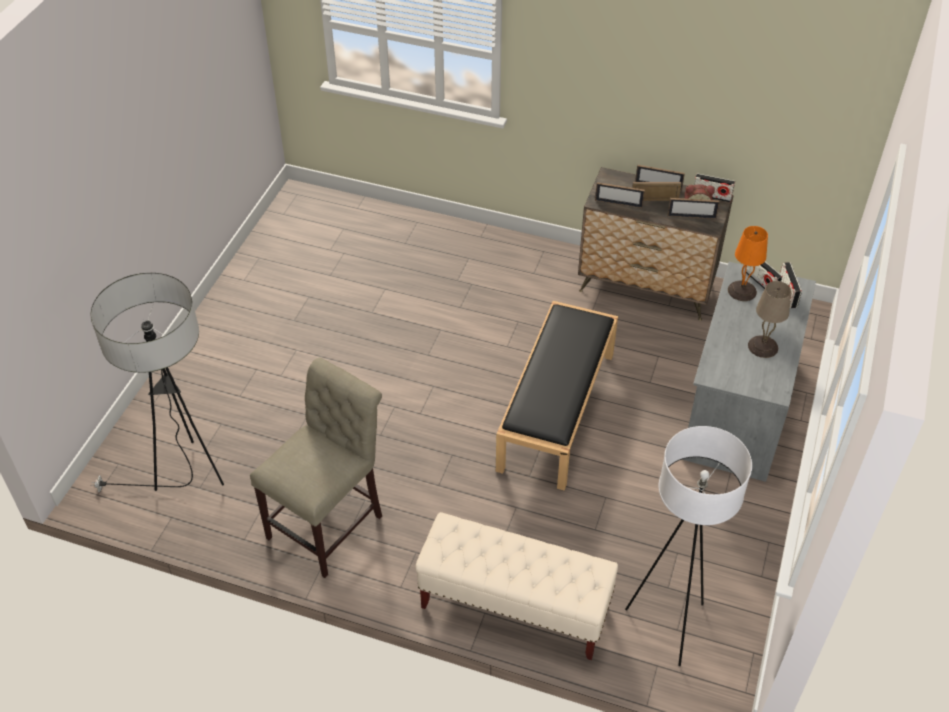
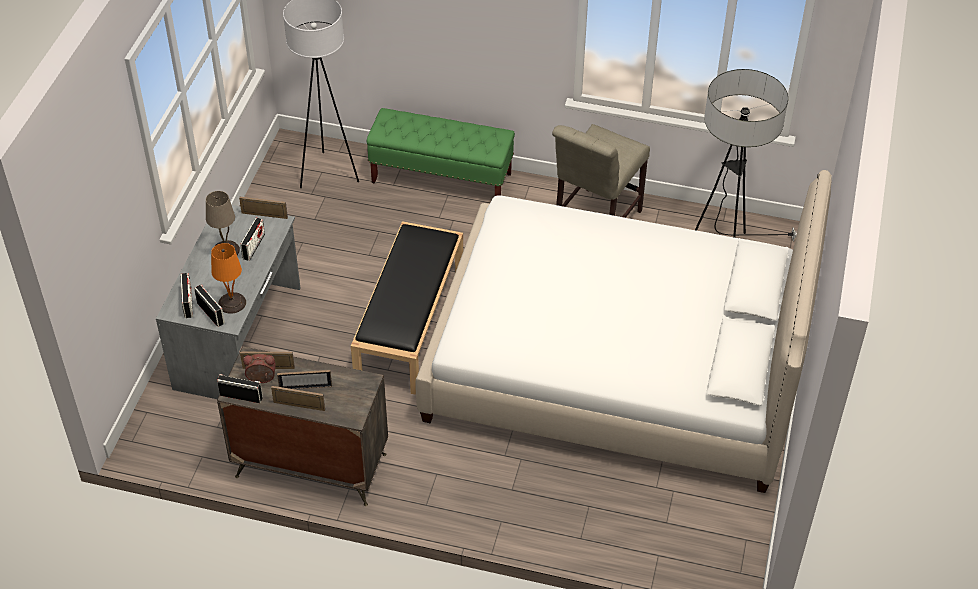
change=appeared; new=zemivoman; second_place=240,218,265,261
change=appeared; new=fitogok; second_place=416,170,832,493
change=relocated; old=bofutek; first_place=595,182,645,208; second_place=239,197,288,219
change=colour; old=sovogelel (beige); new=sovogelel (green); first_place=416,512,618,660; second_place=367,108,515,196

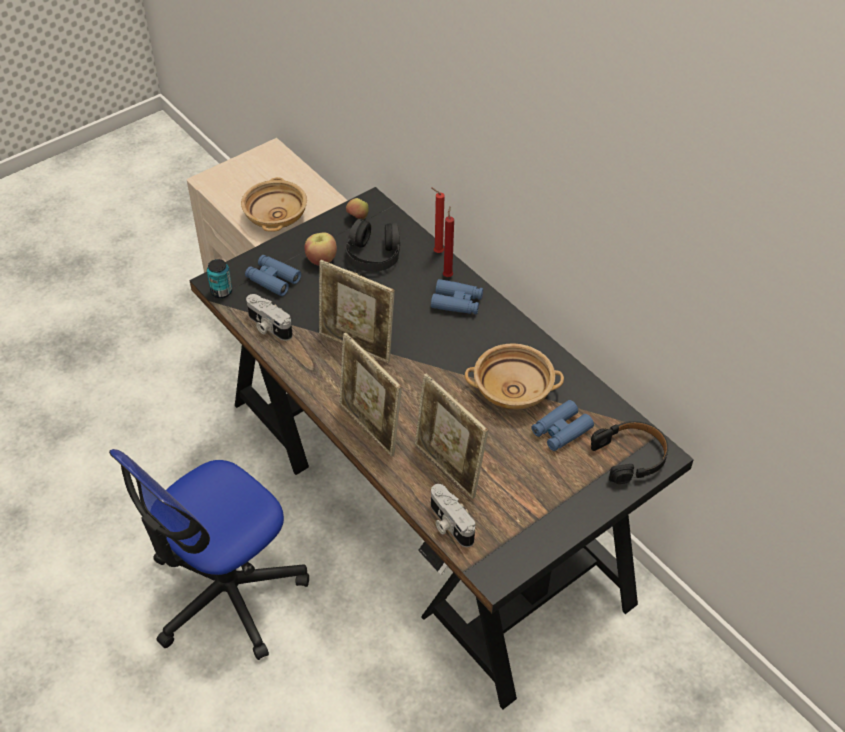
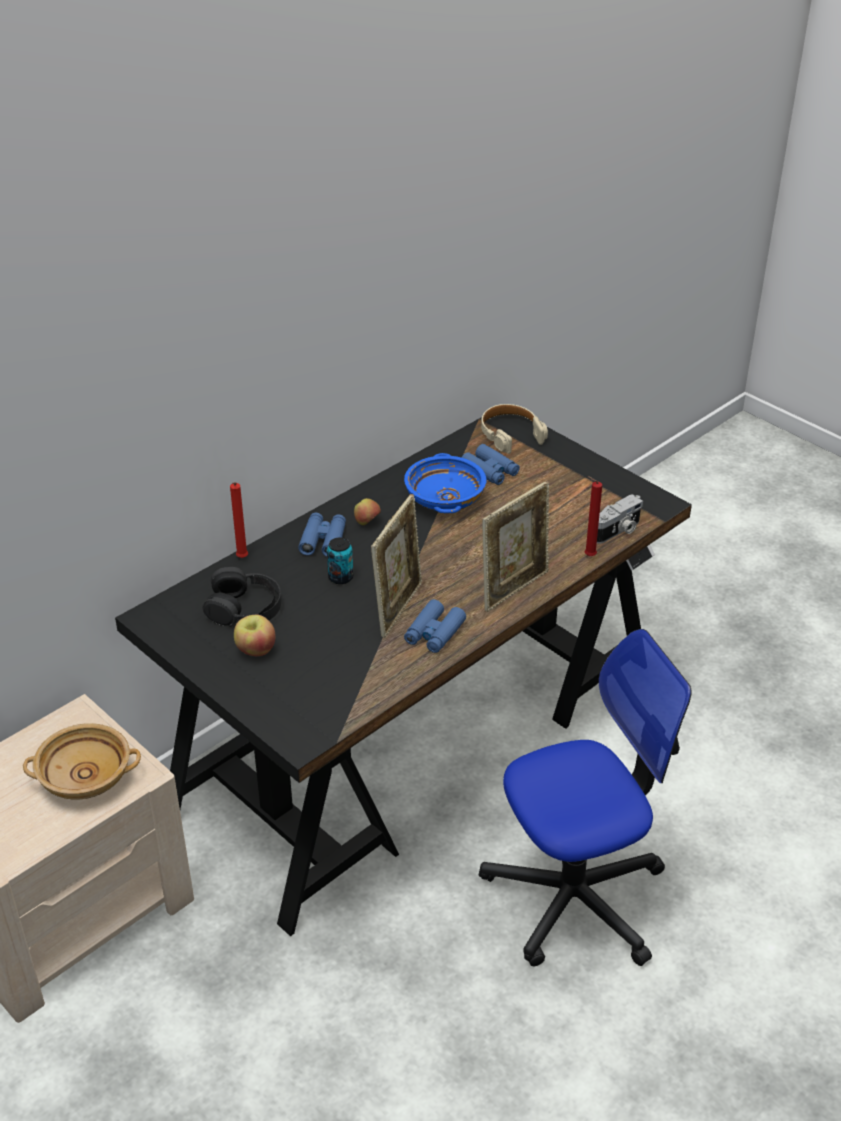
change=missing; old=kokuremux; first_place=246,294,293,341
change=missing; old=bofutek; first_place=415,373,488,499
change=relocated; old=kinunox; first_place=207,259,232,298; second_place=327,537,353,584
change=relocated; old=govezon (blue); first_place=245,255,301,296; second_place=404,599,466,653
change=relocated; old=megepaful; first_place=346,198,369,220; second_place=354,498,381,525
change=relocated; old=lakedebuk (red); first_place=443,207,454,277; second_place=585,476,602,556
change=colour; old=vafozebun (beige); new=vafozebun (blue); first_place=465,344,564,410; second_place=404,453,486,513
change=colour; old=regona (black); new=regona (beige); first_place=591,421,668,484; second_place=481,404,548,454
change=spun; old=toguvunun; first_place=109,449,309,660; second_place=479,629,692,967; degrees=-60

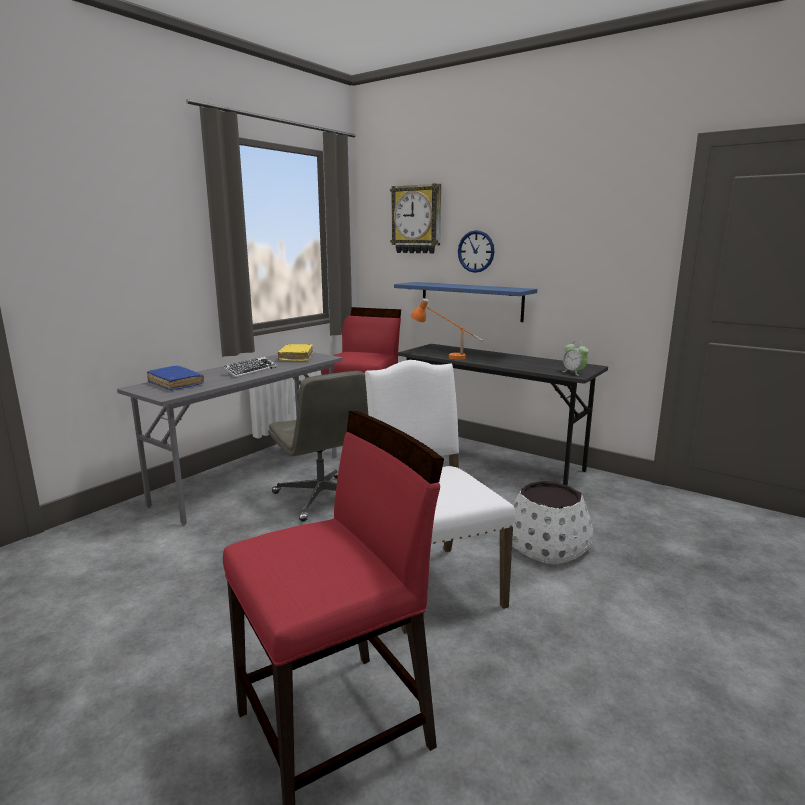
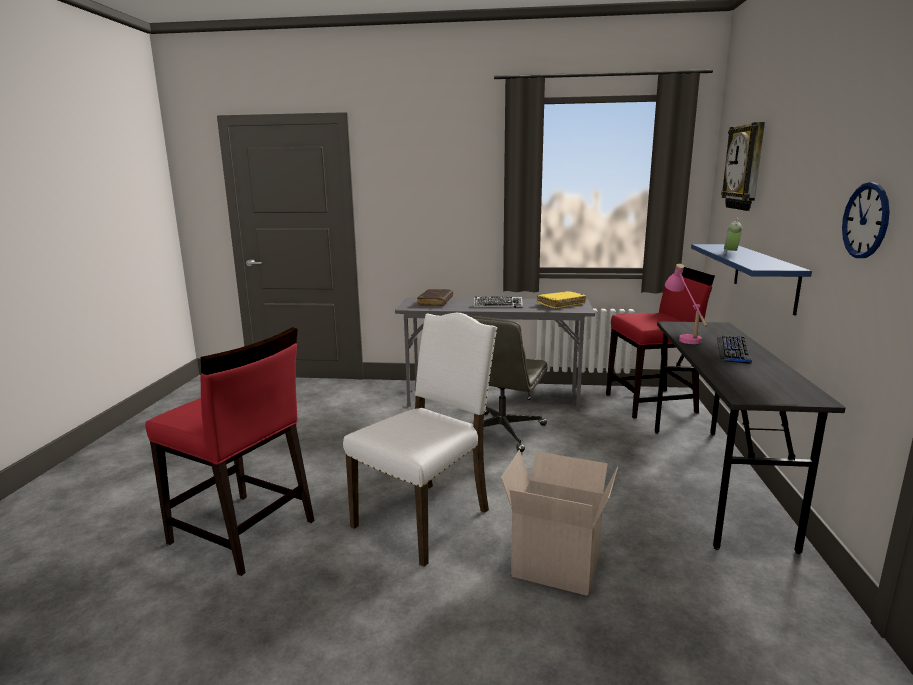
change=appeared; new=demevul; second_place=717,335,752,364
change=relocated; old=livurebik; first_place=458,230,494,273; second_place=842,182,890,258
change=relocated; old=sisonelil; first_place=562,341,589,376; second_place=723,218,742,254
change=exchanged; old=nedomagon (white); new=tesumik; first_place=512,481,594,564; second_place=501,450,618,596
change=colour; old=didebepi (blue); new=didebepi (brown); first_place=147,366,204,391; second_place=417,289,453,306
change=colour; old=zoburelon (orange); new=zoburelon (pink); first_place=410,298,483,360; second_place=665,264,708,344

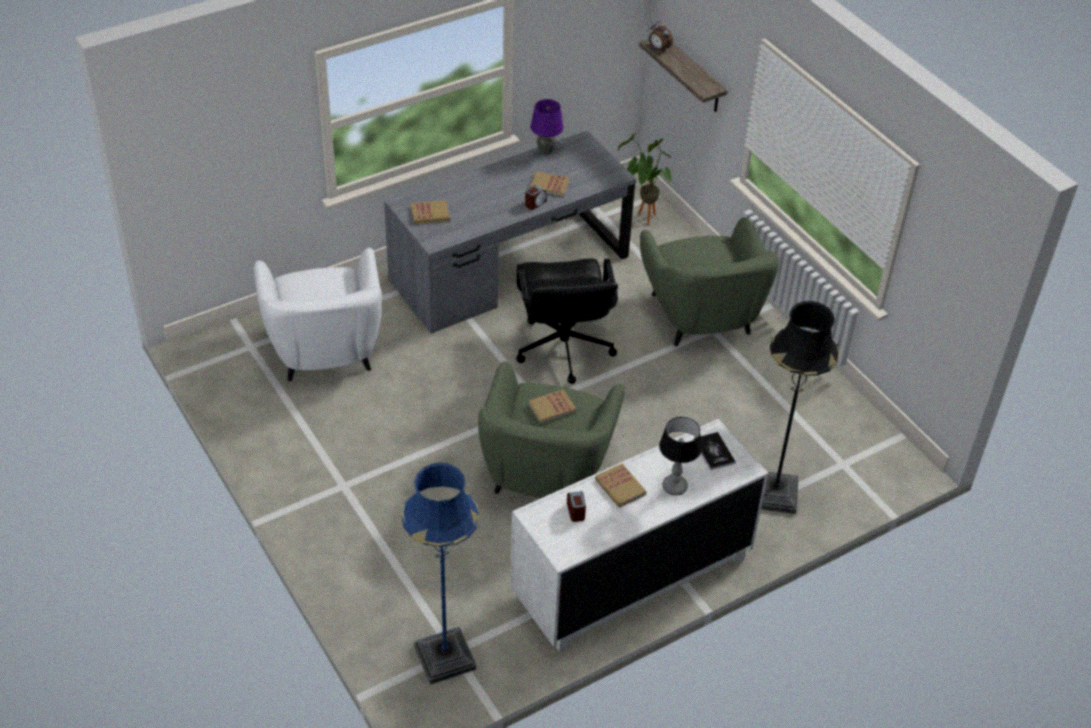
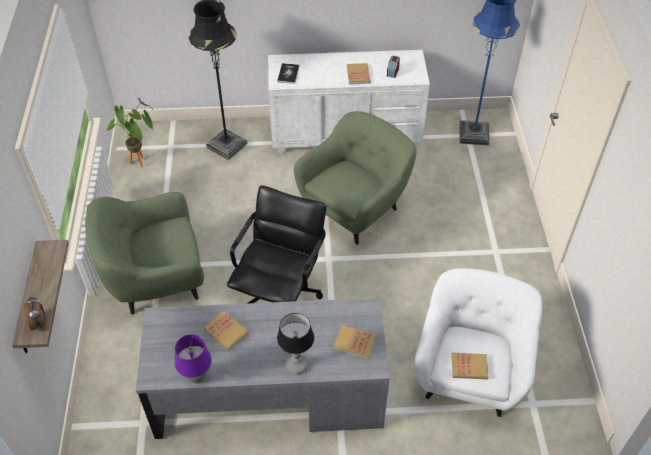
change=missing; old=sisonelil; first_place=525,185,547,210
change=relocated; old=didebepi; first_place=528,389,576,424; second_place=451,353,489,379
change=relocated; old=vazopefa; first_place=618,131,672,225; second_place=107,97,153,167
change=relocated; old=zoburelon; first_place=659,417,702,496; second_place=277,313,314,374
change=spun; old=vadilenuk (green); first_place=640,217,779,346; second_place=85,192,204,315; degrees=-120

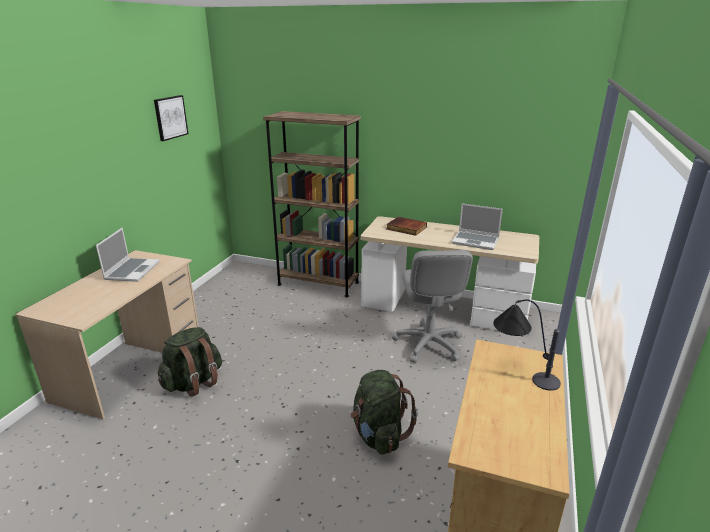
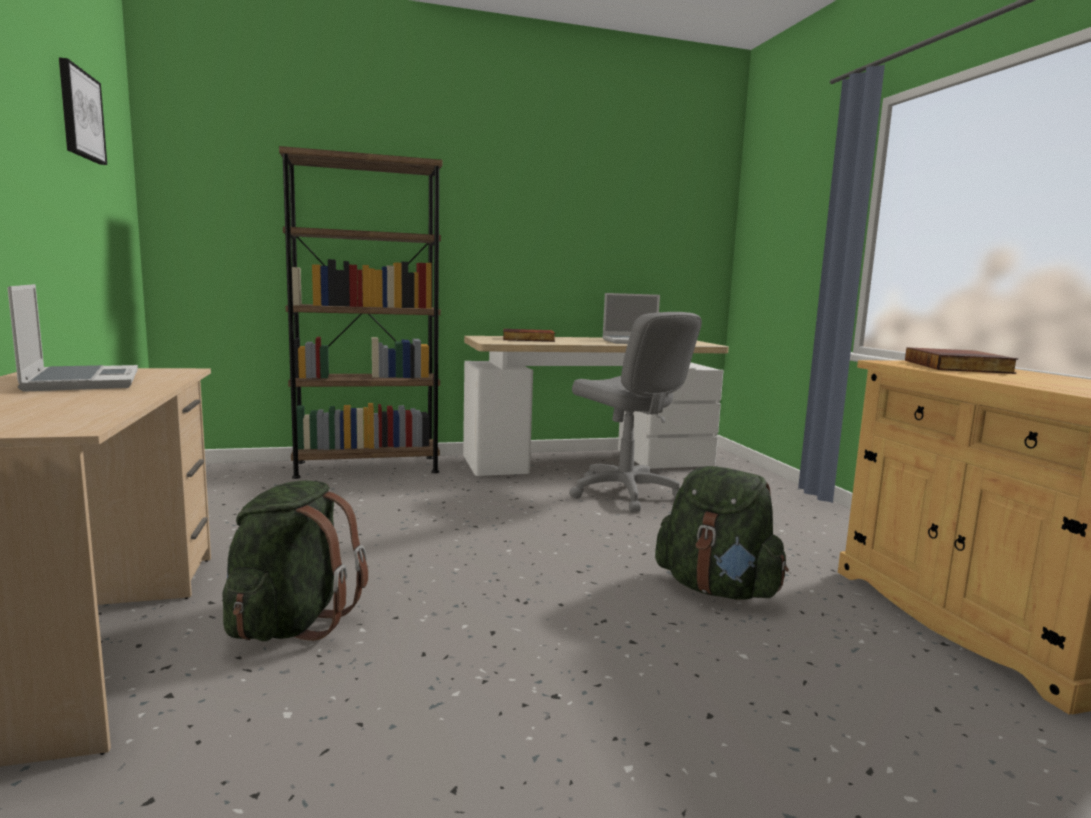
change=exchanged; old=zoburelon; new=didebepi; first_place=493,299,561,391; second_place=905,347,1018,374

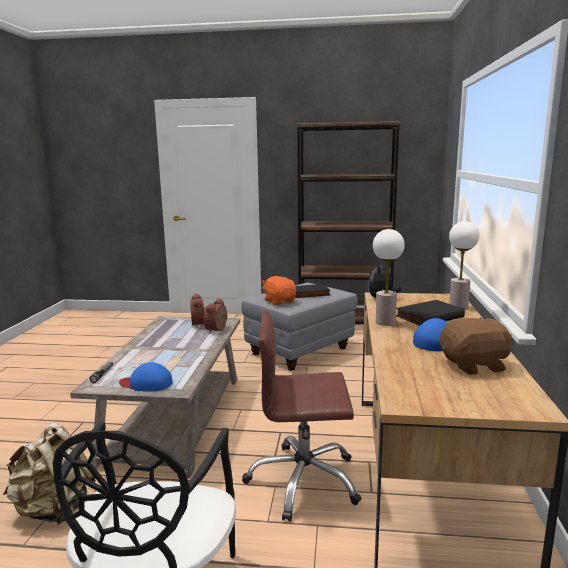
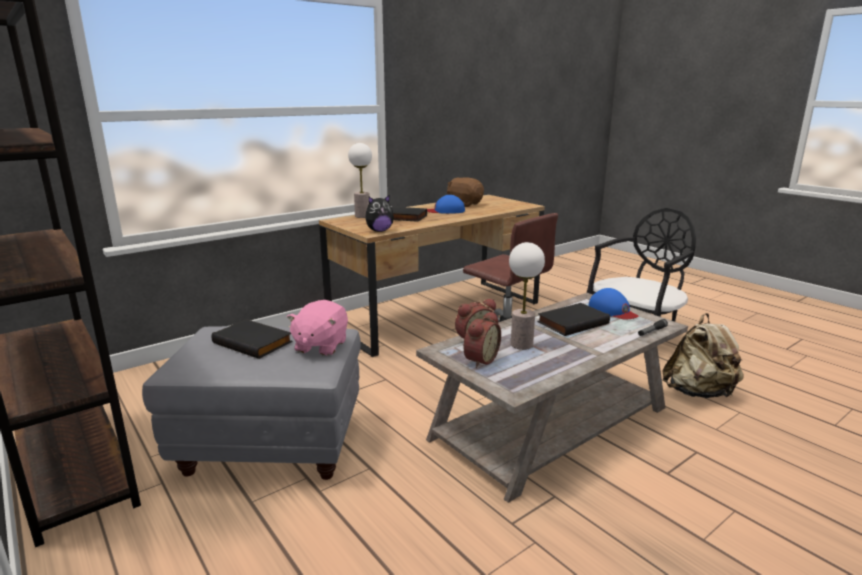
change=appeared; new=didebepi (black); second_place=537,303,610,336
change=relocated; old=zoburelon; first_place=373,229,405,326; second_place=509,242,545,350
change=colour; old=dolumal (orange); new=dolumal (pink); first_place=262,276,296,305; second_place=287,300,348,356

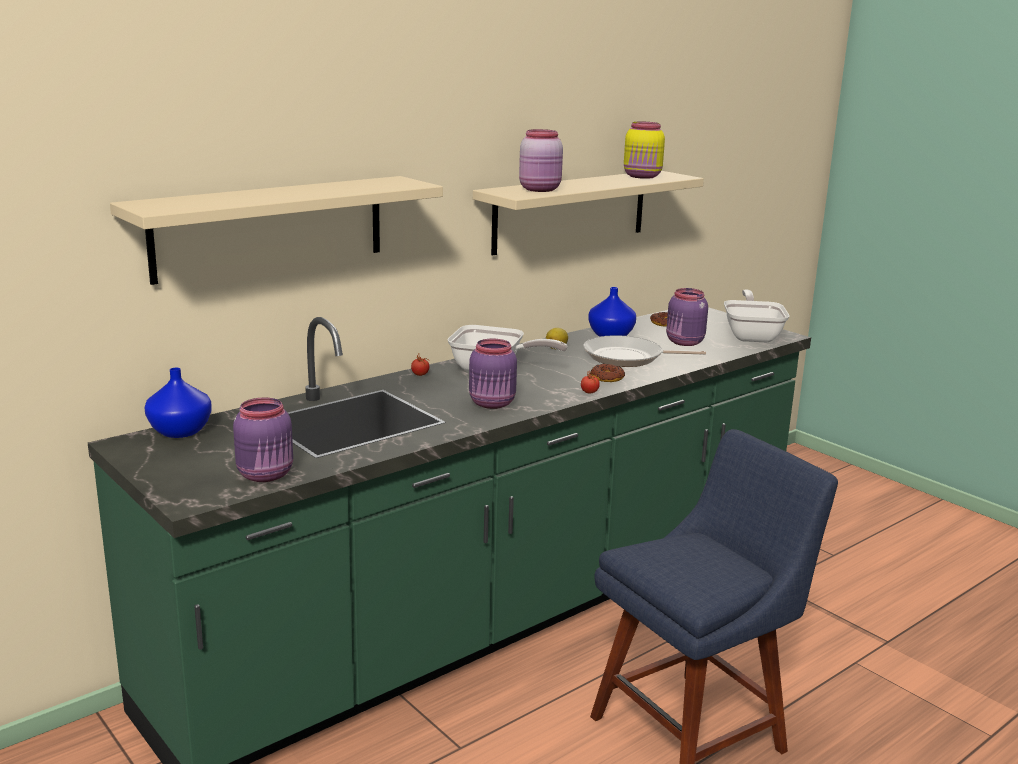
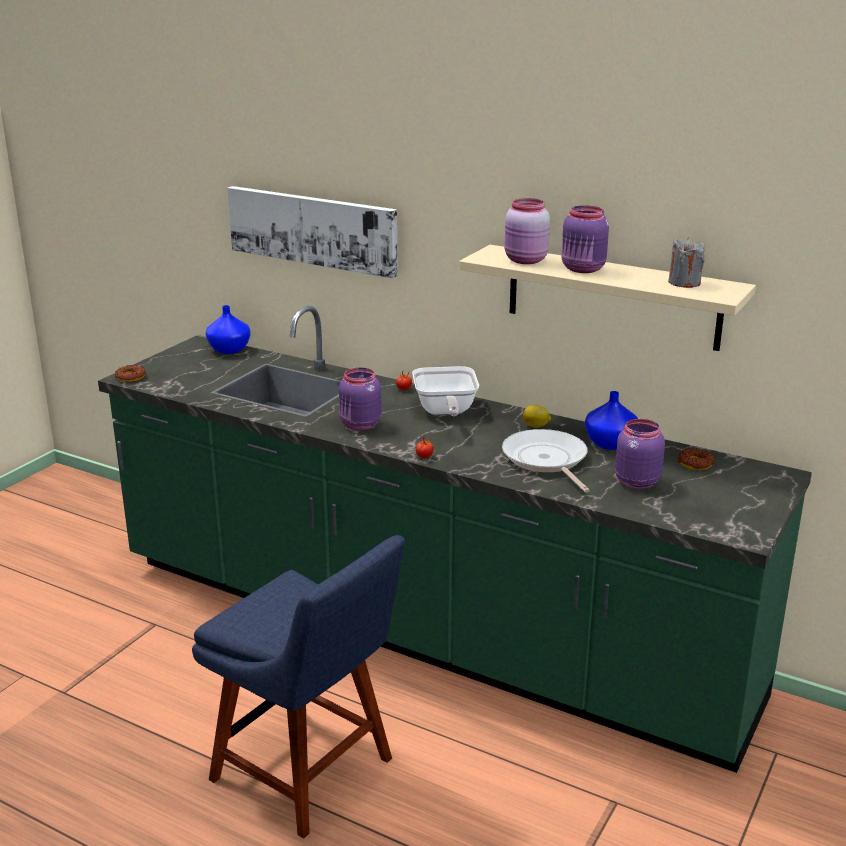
change=missing; old=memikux; first_place=724,290,790,343
change=relocated; old=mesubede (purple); first_place=233,397,293,482; second_place=561,205,609,273
change=relocated; old=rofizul; first_place=590,364,625,382; second_place=115,365,146,382
change=exchanged; old=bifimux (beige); new=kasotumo; first_place=110,176,443,285; second_place=228,186,398,278
change=exchanged; old=mesubede (yellow); new=lakedebuk (grey); first_place=624,122,665,179; second_place=668,237,705,288

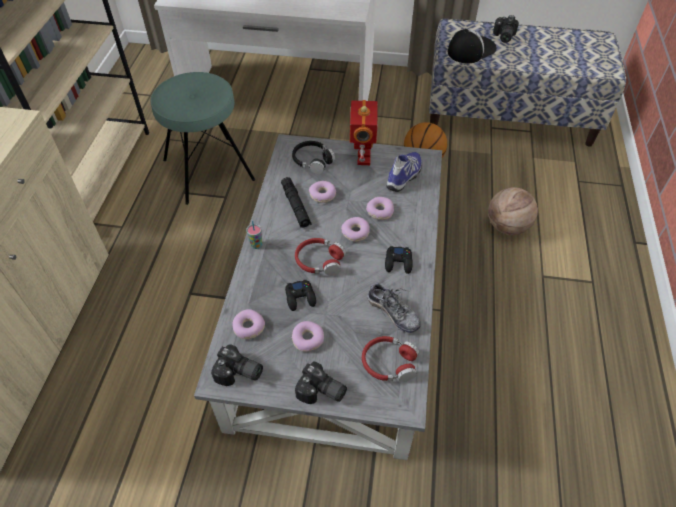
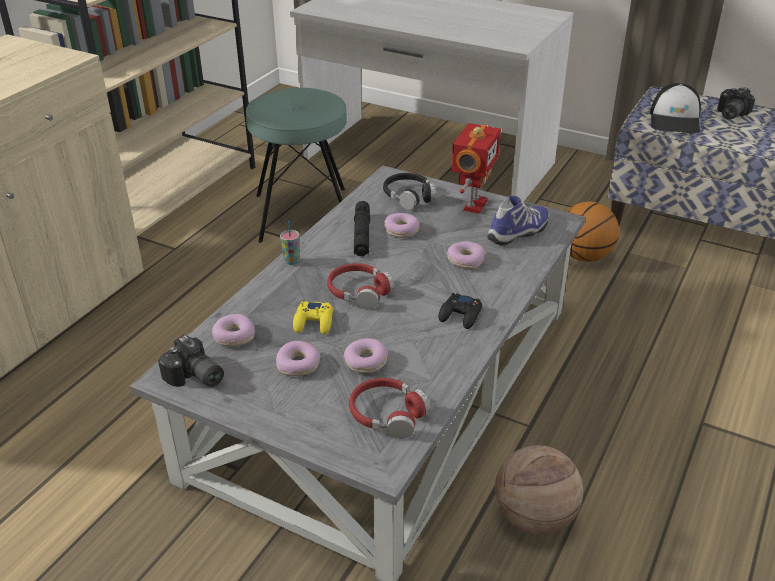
change=missing; old=kokuremux; first_place=295,362,347,404
change=missing; old=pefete; first_place=367,282,421,333
change=relocated; old=rofizul; first_place=341,217,370,242; second_place=344,339,387,373
change=relocated; old=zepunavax; first_place=488,187,538,235; second_place=495,445,583,535
change=colour; old=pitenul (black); new=pitenul (yellow); first_place=285,280,316,311; second_place=293,301,333,334
change=spun; old=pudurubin; first_place=448,29,496,63; second_place=650,83,701,133; degrees=120

